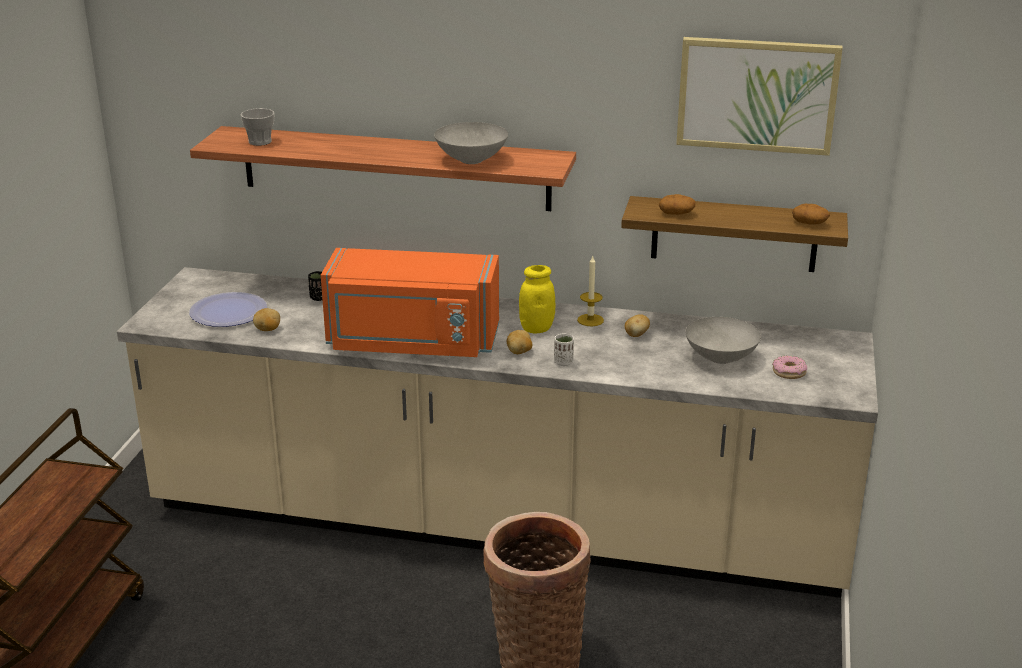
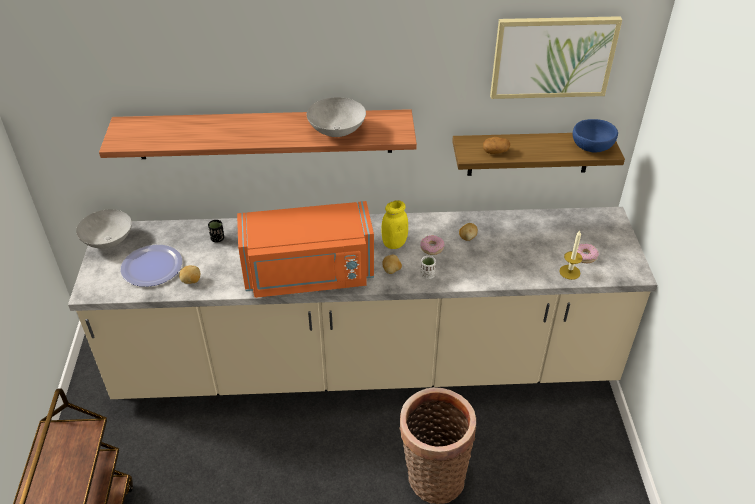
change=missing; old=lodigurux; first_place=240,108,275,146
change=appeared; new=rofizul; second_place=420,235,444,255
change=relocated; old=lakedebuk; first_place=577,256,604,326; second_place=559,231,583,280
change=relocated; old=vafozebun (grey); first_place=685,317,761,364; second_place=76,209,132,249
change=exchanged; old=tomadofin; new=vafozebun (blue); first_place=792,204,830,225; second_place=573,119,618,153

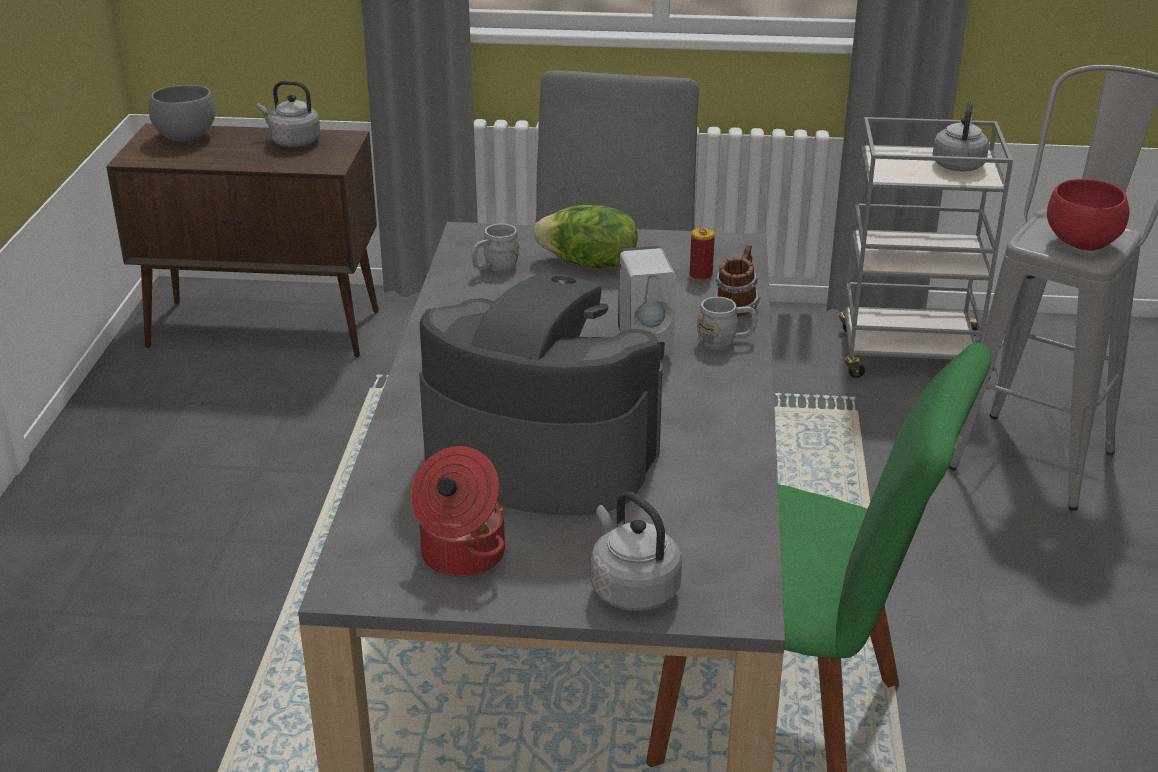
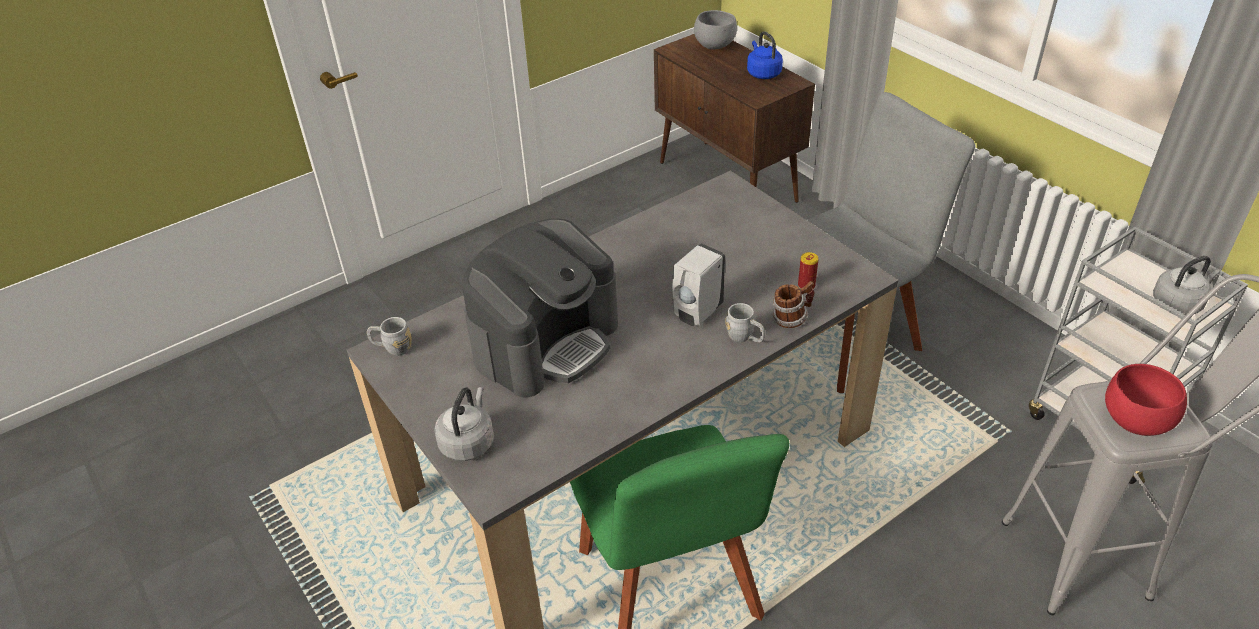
change=missing; old=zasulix; first_place=411,446,505,577
change=missing; old=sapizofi; first_place=534,205,638,268
change=relocated; old=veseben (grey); first_place=472,224,520,272; second_place=367,317,412,356
change=colour; old=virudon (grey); new=virudon (blue); first_place=257,81,321,147; second_place=747,31,783,79
change=spun; old=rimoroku; first_place=419,273,663,515; second_place=461,219,618,398; degrees=60

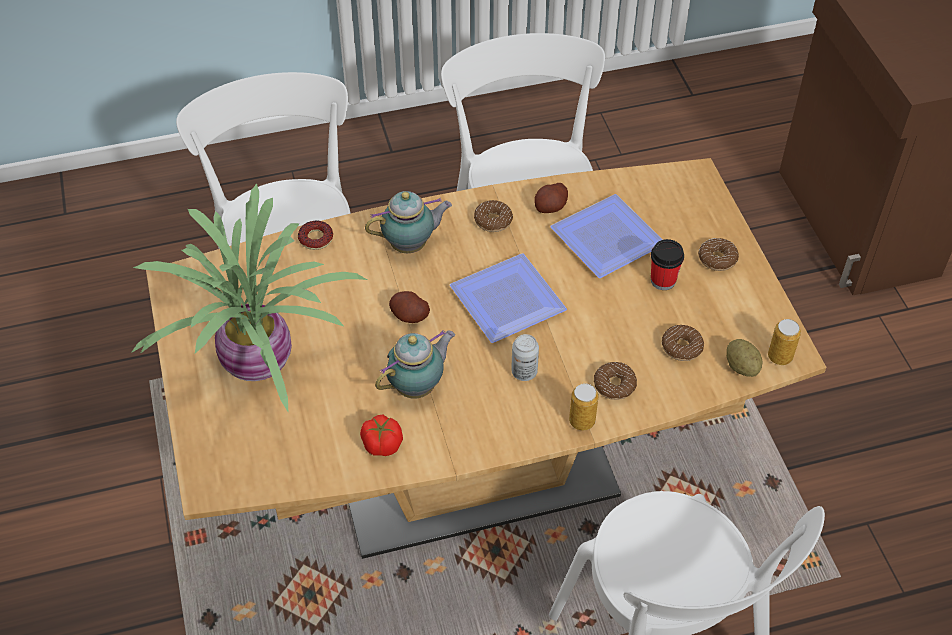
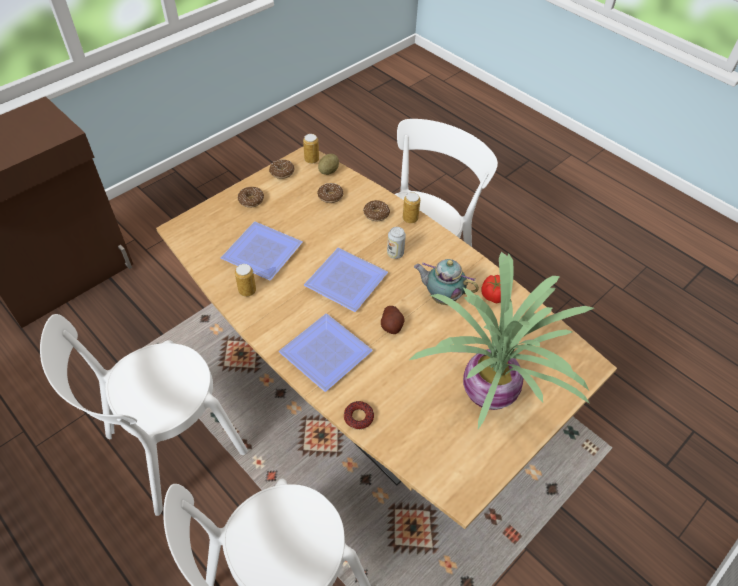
change=missing; old=lodigurux; first_place=651,239,684,290
change=relocated; old=rofizul; first_place=474,200,513,232; second_place=269,159,295,179
change=exchanged; old=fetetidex; new=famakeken; first_place=365,191,452,253; second_place=279,314,373,392
change=exchanged; old=tomadofin; new=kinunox; first_place=534,183,568,213; second_place=235,264,256,297

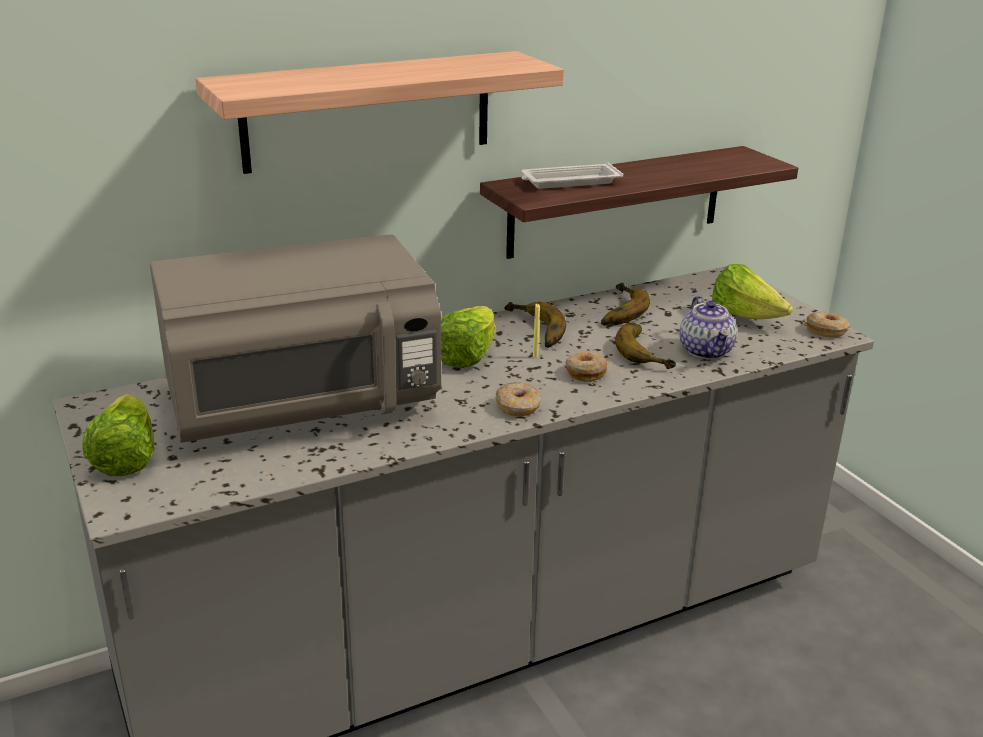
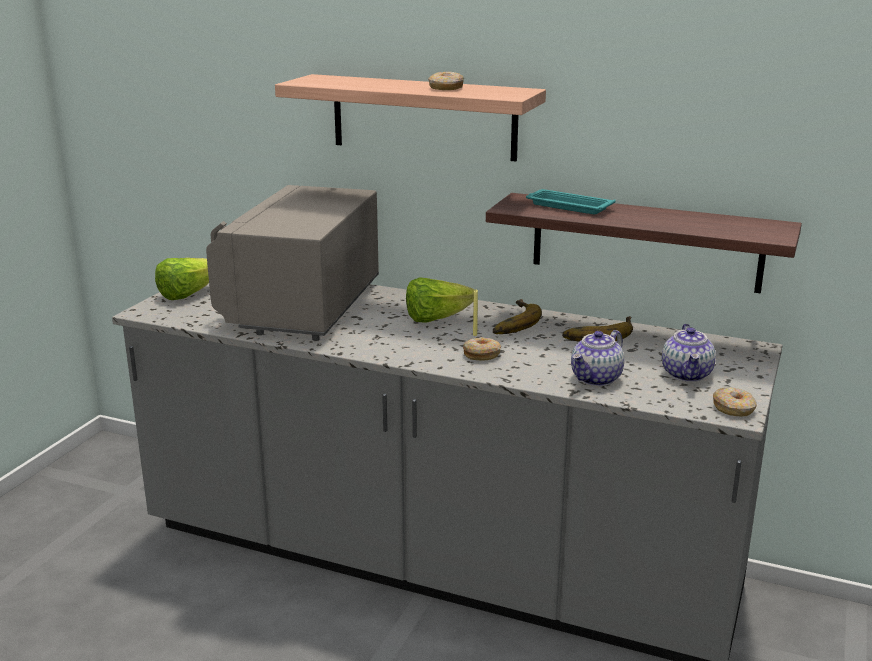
change=missing; old=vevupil; first_place=615,323,676,369
change=relocated; old=rofizul; first_place=496,382,541,417; second_place=428,72,464,90
change=exchanged; old=sapizofi; new=fetetidex; first_place=712,264,793,319; second_place=662,324,716,382
change=colour; old=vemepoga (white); new=vemepoga (turquoise); first_place=521,162,623,189; second_place=526,189,616,214
change=spun; old=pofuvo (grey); first_place=150,234,441,443; second_place=206,185,379,341; degrees=75

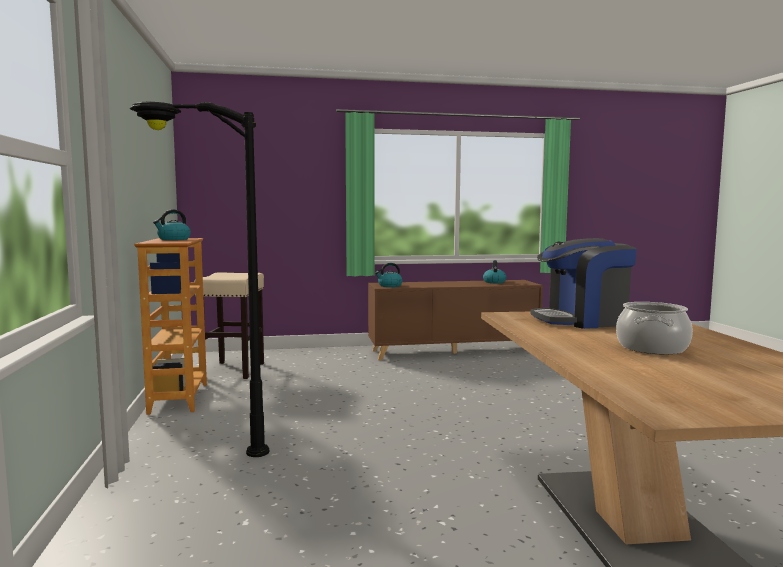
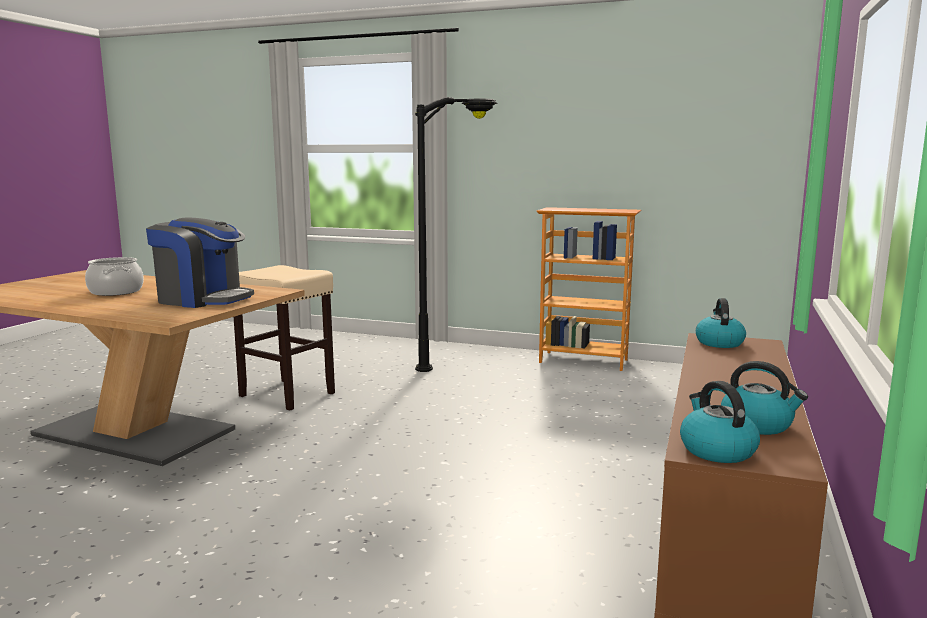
change=relocated; old=virudon; first_place=153,210,191,240; second_place=680,381,760,463
change=relocated; old=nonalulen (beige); first_place=194,272,264,379; second_place=234,265,335,411
change=spun; old=rimoroku; first_place=530,238,637,329; second_place=146,217,254,308; degrees=90

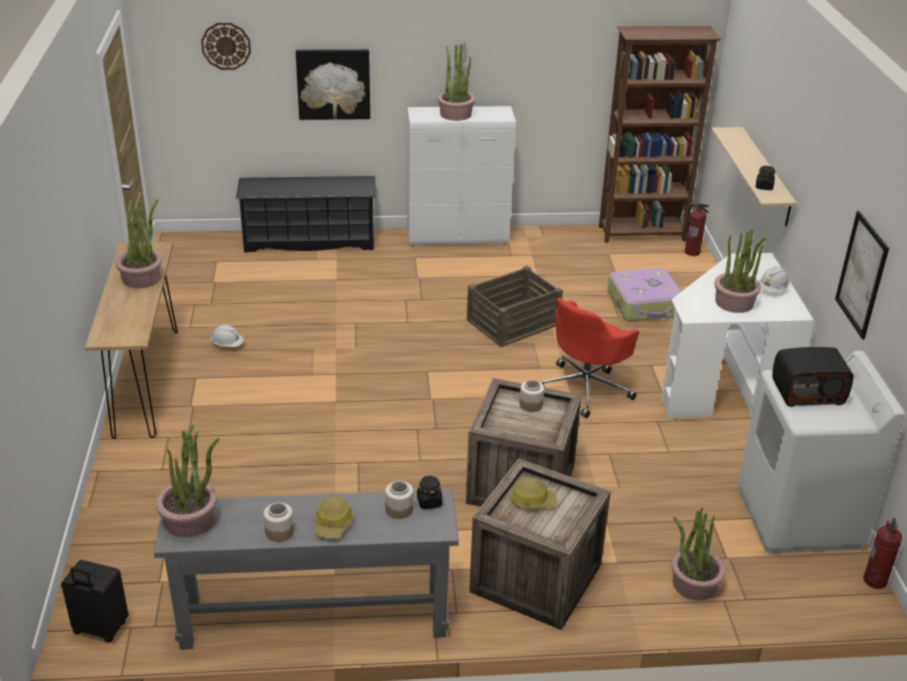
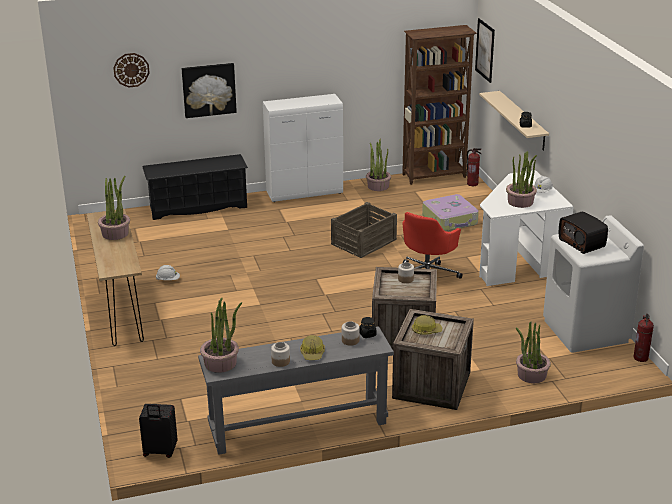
change=relocated; old=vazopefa; first_place=437,42,475,121; second_place=366,139,391,191
change=relocated; old=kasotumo; first_place=835,211,889,339; second_place=475,18,495,83
change=spun; old=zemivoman; first_place=772,347,853,407; second_place=559,211,608,254; degrees=75

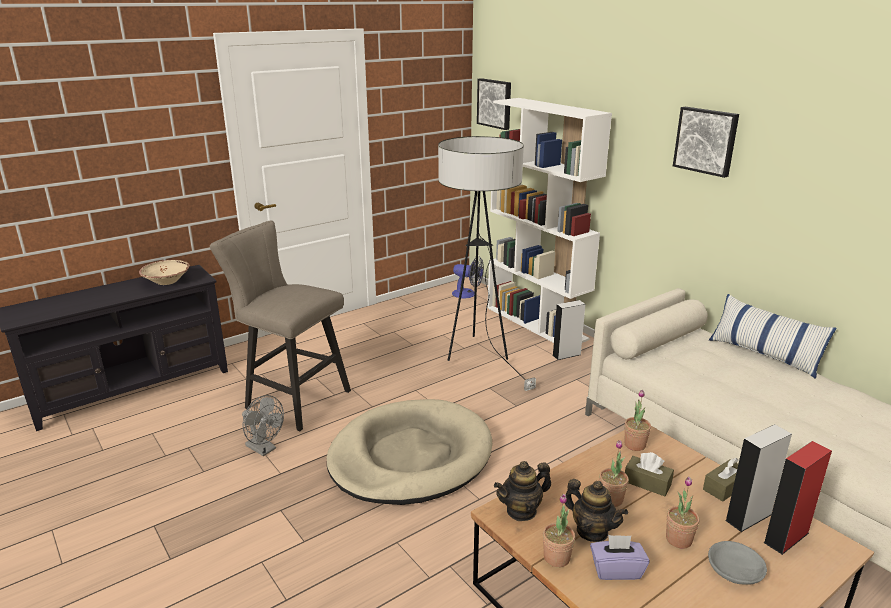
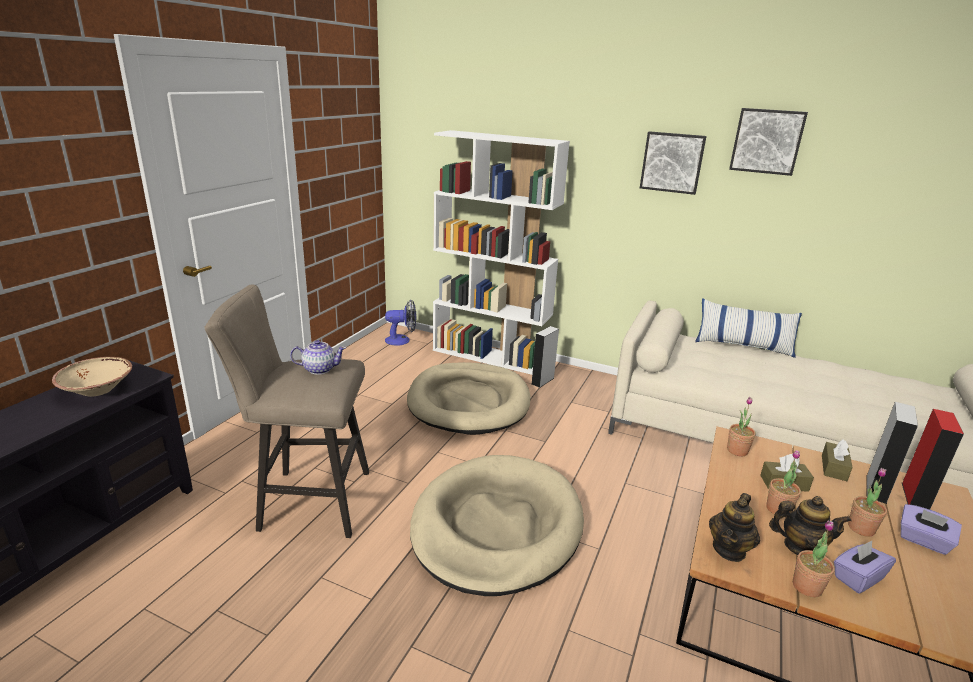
change=missing; old=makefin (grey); first_place=242,395,284,456
change=appeared; new=fetetidex; second_place=290,340,346,375
change=relocated; old=kasotumo; first_place=477,78,511,130; second_place=729,108,808,176
change=exchanged; old=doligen; new=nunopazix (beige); first_place=438,136,536,391; second_place=407,362,531,435
change=exchanged; old=vafozebun (grey); new=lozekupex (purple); first_place=708,541,767,585; second_place=901,504,962,555

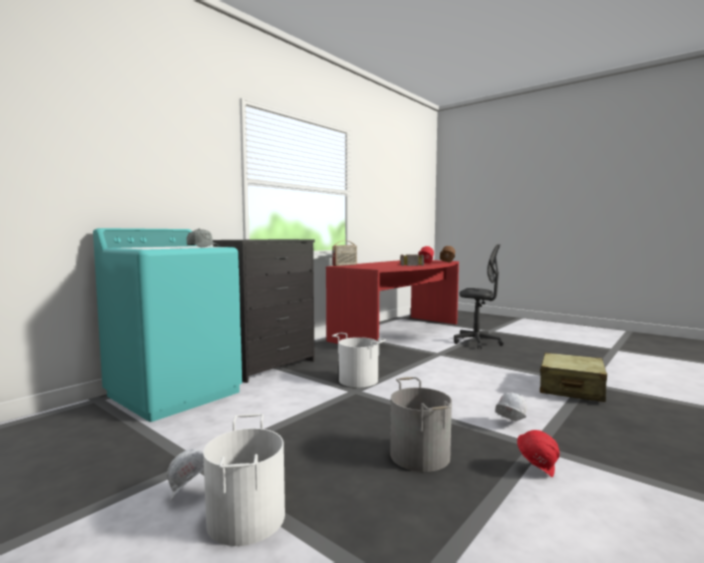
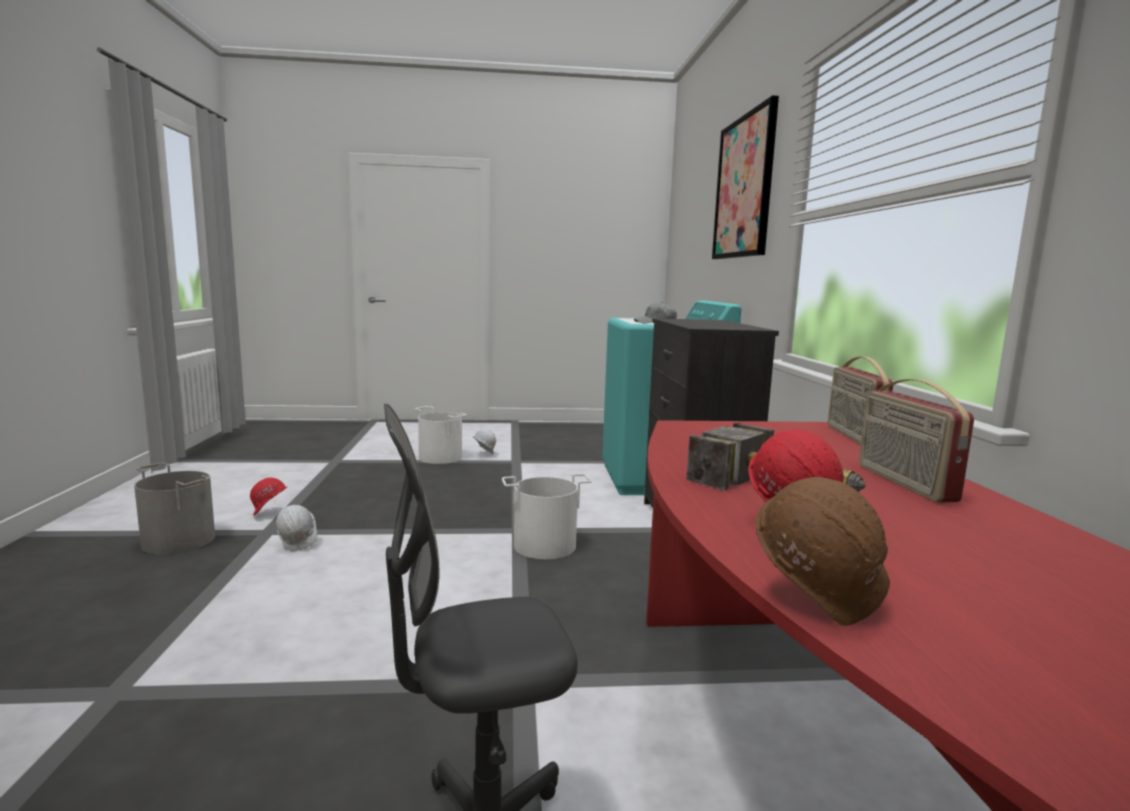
change=missing; old=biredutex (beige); first_place=540,352,607,402
change=appeared; new=kasotumo; second_place=712,96,779,259
change=appeared; new=zemivoman; second_place=859,379,974,503
change=relocated; old=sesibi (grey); first_place=390,377,452,472; second_place=134,462,215,555

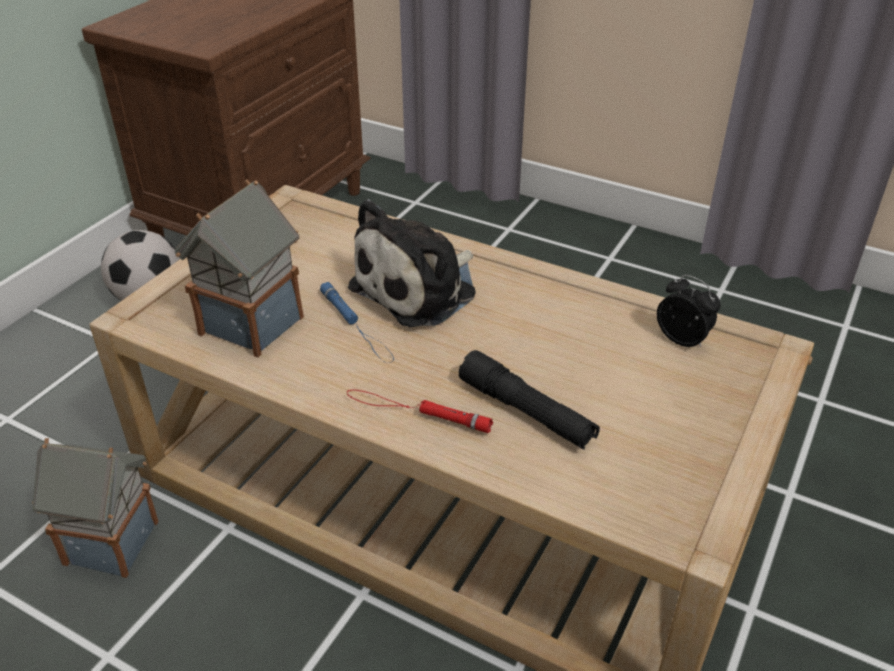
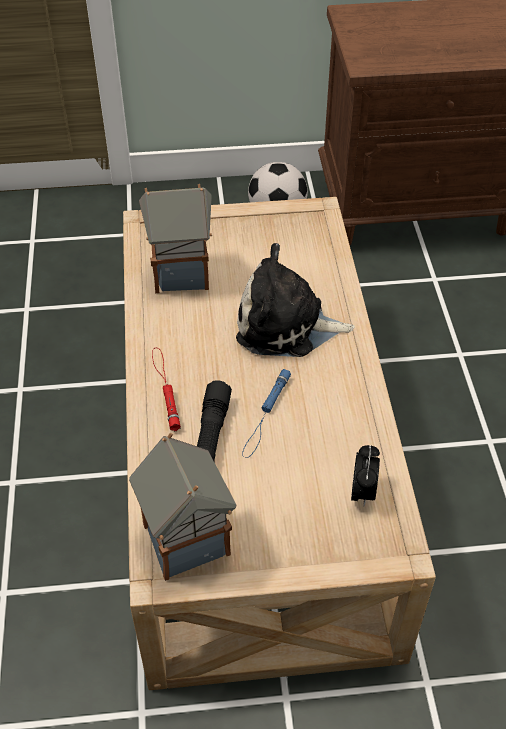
change=relocated; old=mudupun; first_place=32,438,159,578; second_place=129,433,236,581
change=relocated; old=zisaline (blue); first_place=320,282,394,363; second_place=242,369,291,458

